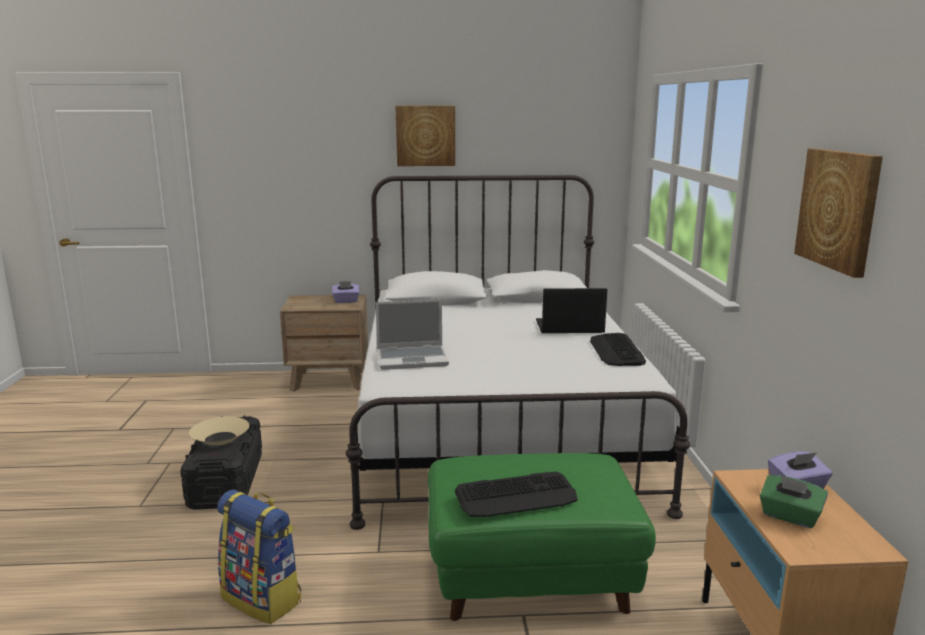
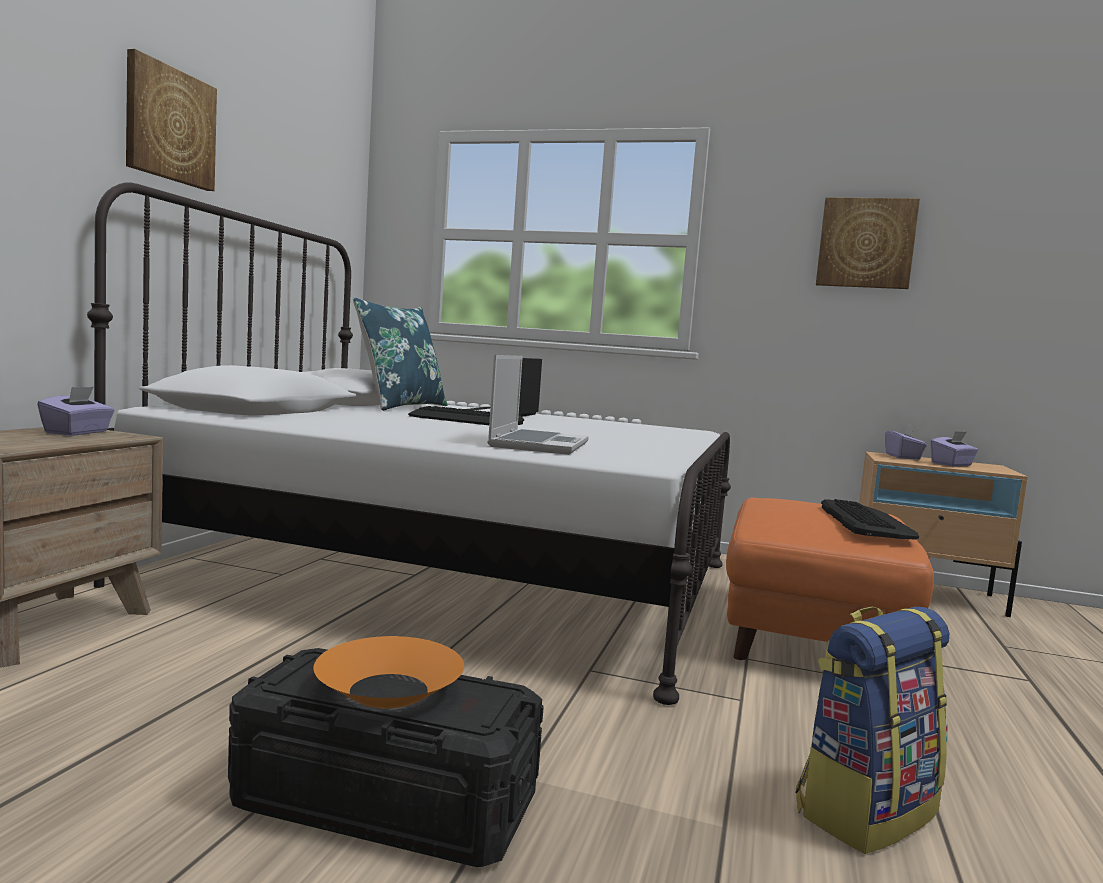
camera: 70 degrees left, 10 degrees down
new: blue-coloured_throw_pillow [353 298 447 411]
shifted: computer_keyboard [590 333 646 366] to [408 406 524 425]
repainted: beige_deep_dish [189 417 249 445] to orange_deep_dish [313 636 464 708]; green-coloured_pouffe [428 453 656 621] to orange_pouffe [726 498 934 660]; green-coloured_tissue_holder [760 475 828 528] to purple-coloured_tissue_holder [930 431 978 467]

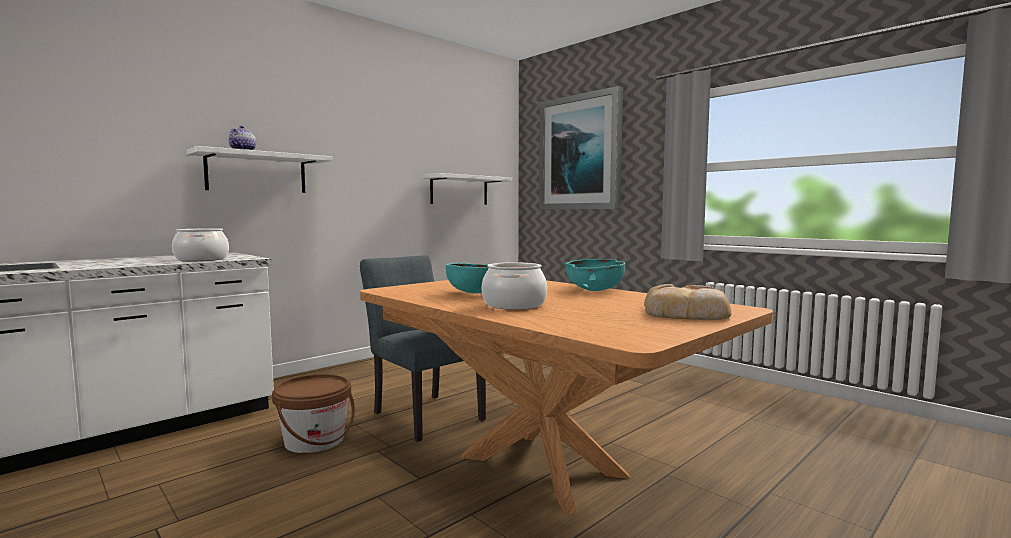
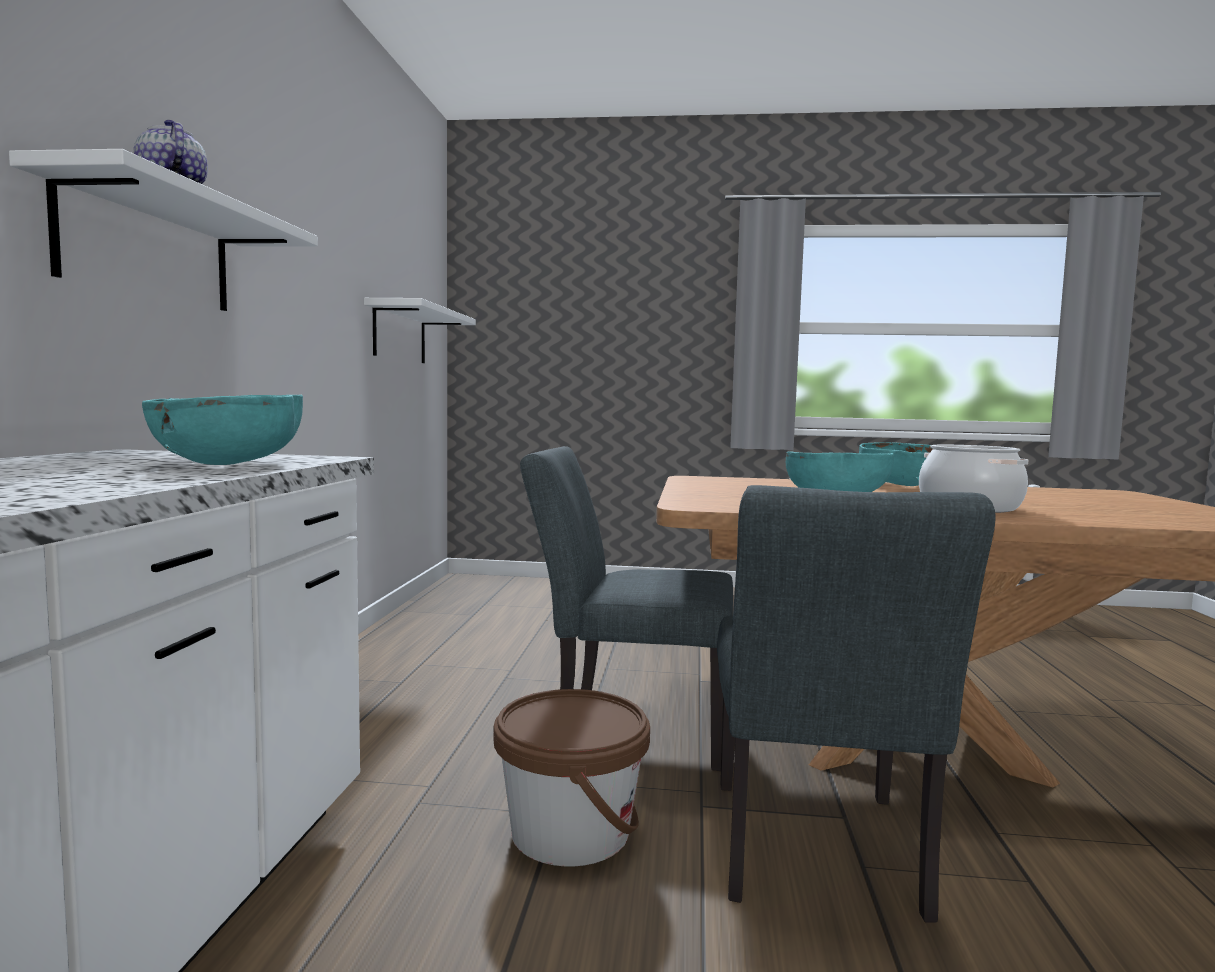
camera: 40 degrees left, 0 degrees up
gone: wall_picture [539 86 623 209]; bakery_bread [644 284 732 320]
new: greyish_chair [717 485 995 923]
swapped: cooking_pot [172 228 229 261] to turquoise_deep_dish [142 395 303 465]

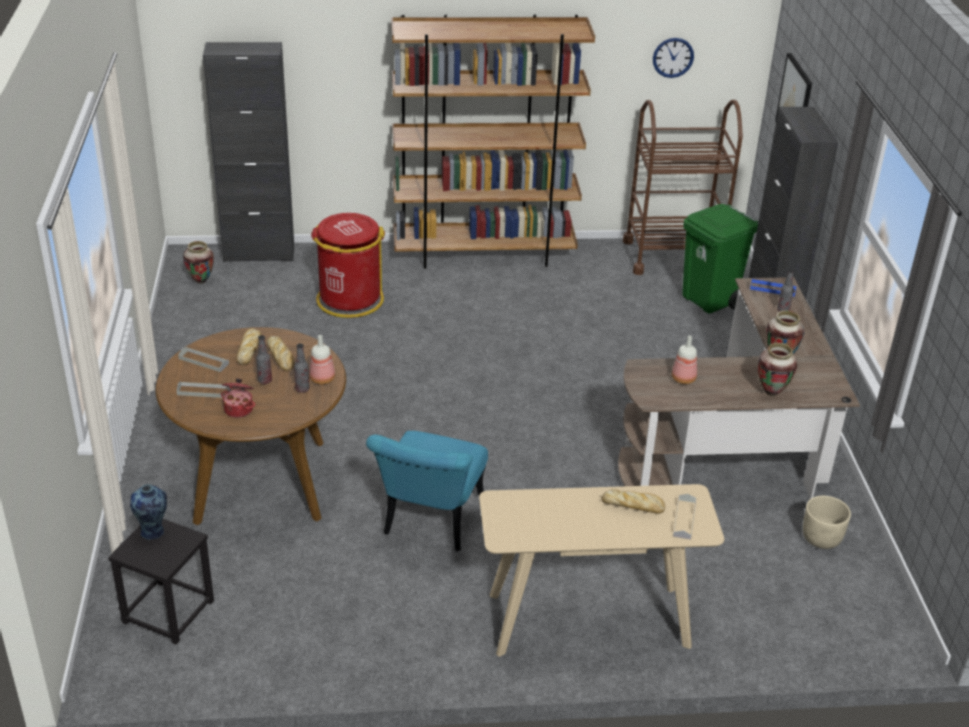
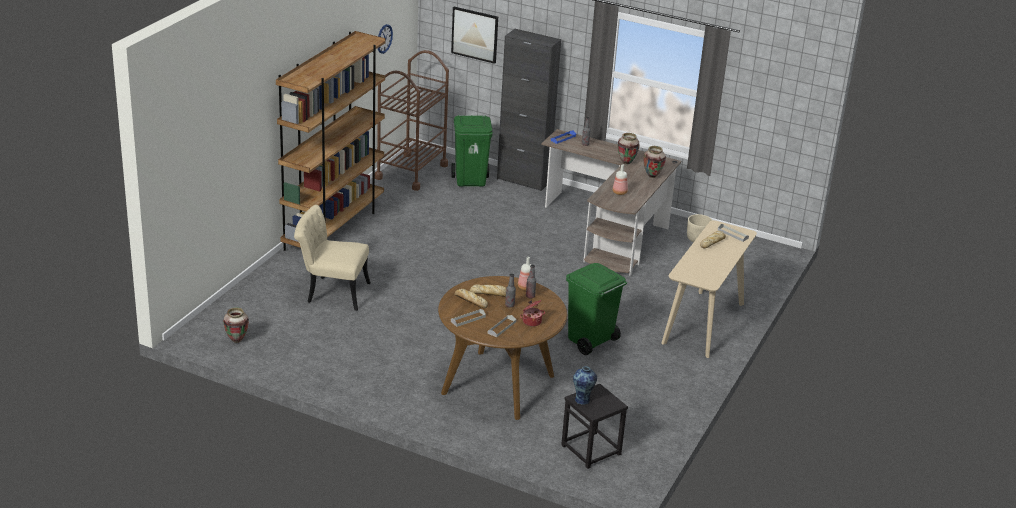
camera: 60 degrees left, 5 degrees down
gone: black-coloured_cupboard [203 42 294 262]
swapped: red-coloured_rubbish_bin [311 213 385 318] to beige_chair [294 205 371 311]; turquoise_chair [366 431 488 551] to green-coloured_rubbish_bin [566 263 627 355]

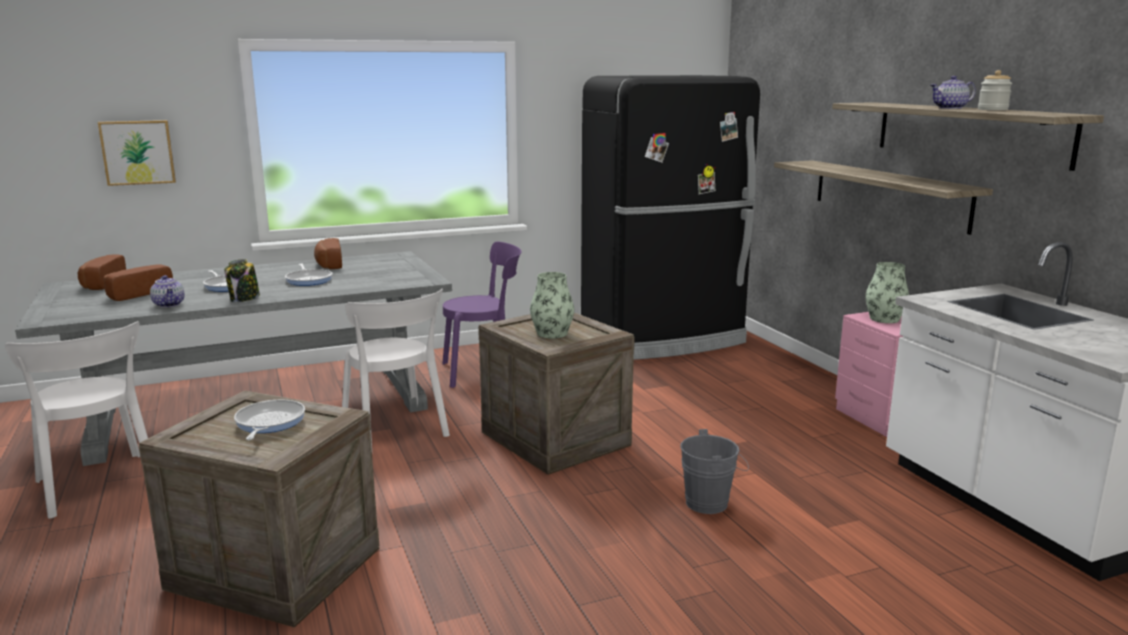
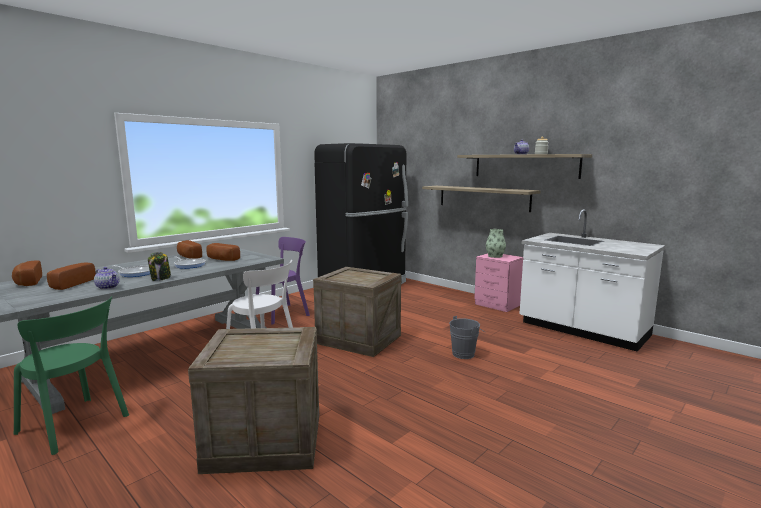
camera: 25 degrees left, 5 degrees down
gone: wall_picture [98 120 176 186]; skillet [234 400 305 440]; flower_vase [530 272 574 339]
new: bakery_bread [206 243 240 261]
repainted: white_chair [5 321 148 519] to green-coloured_chair [14 296 129 455]

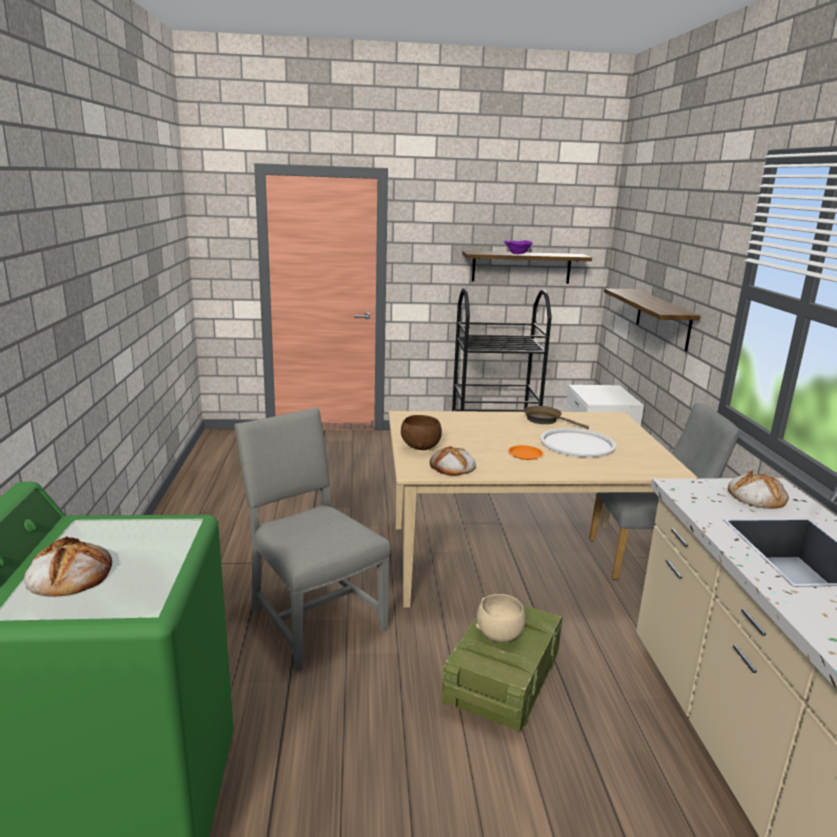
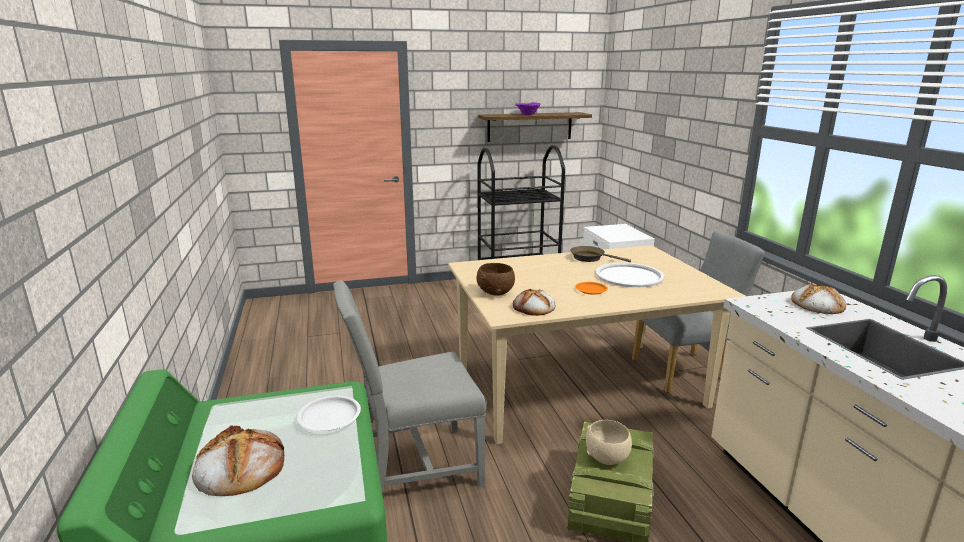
camera: 10 degrees left, 0 degrees up
gone: bracket_shelf [604 288 701 351]
new: white_plate [297 396 361 431]
rotated: greyish_chair [234 407 391 672] = [333 280 487 493] 60 degrees counterclockwise

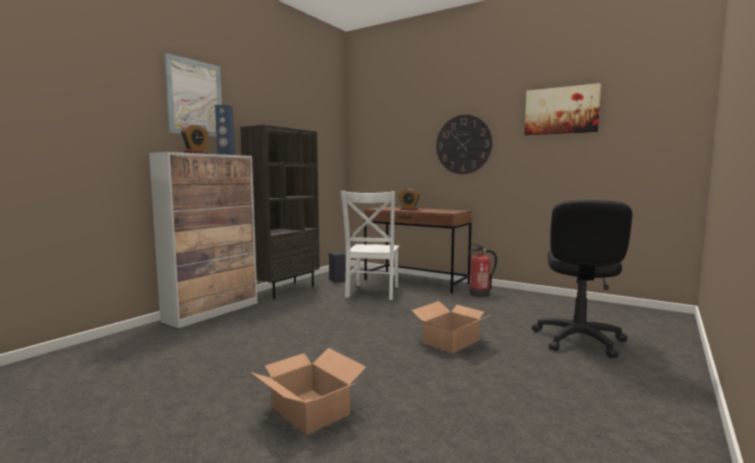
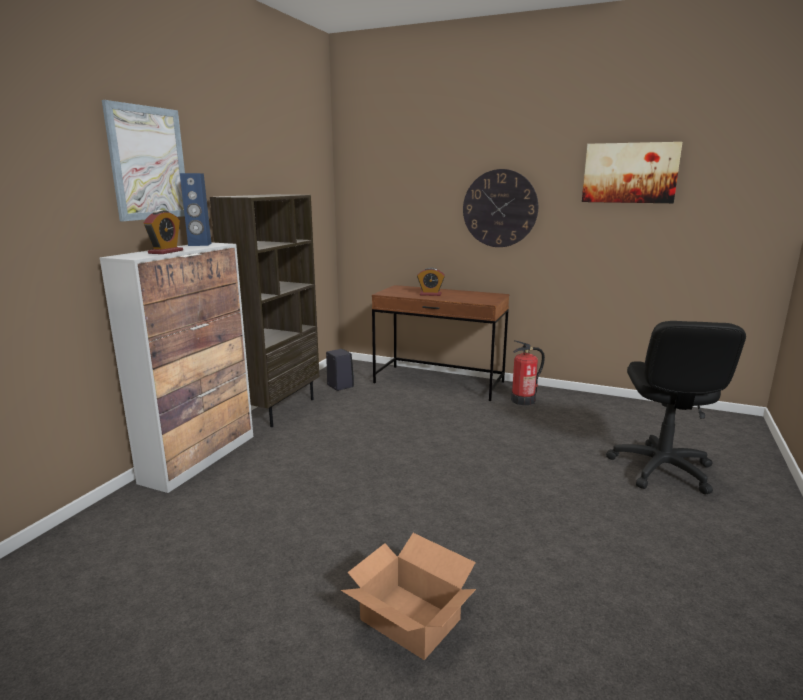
camera: 10 degrees left, 10 degrees up
gone: white_chair [340 191 399 300]; carton [411 301 493 353]

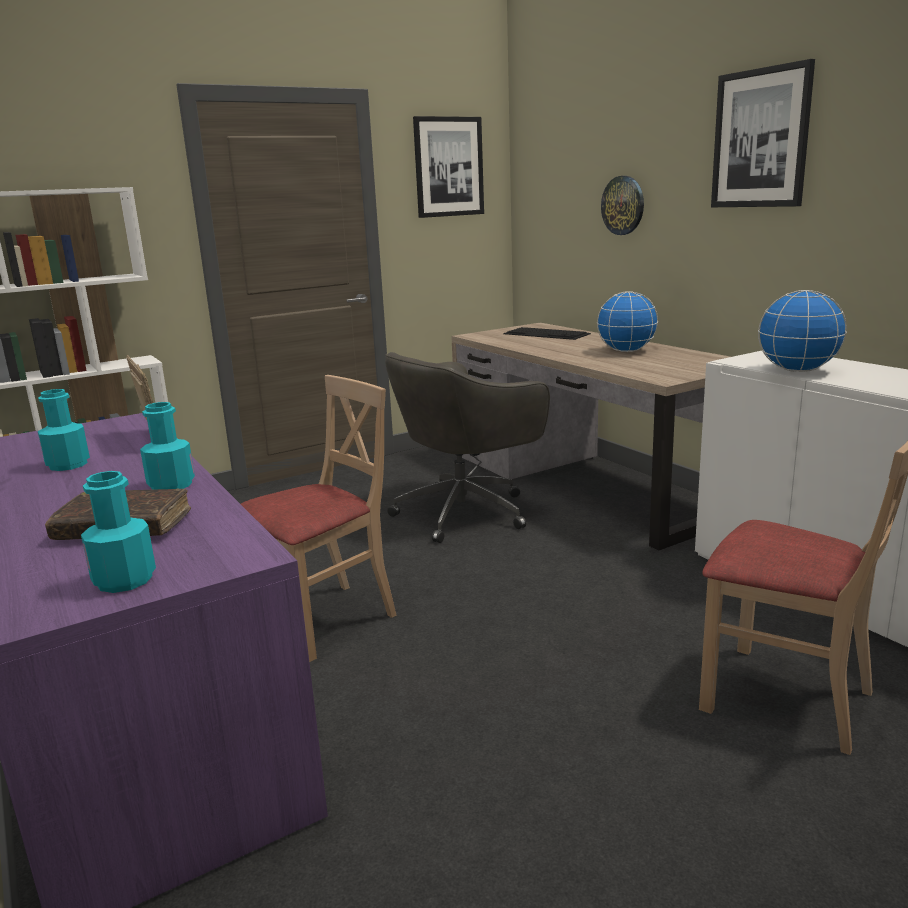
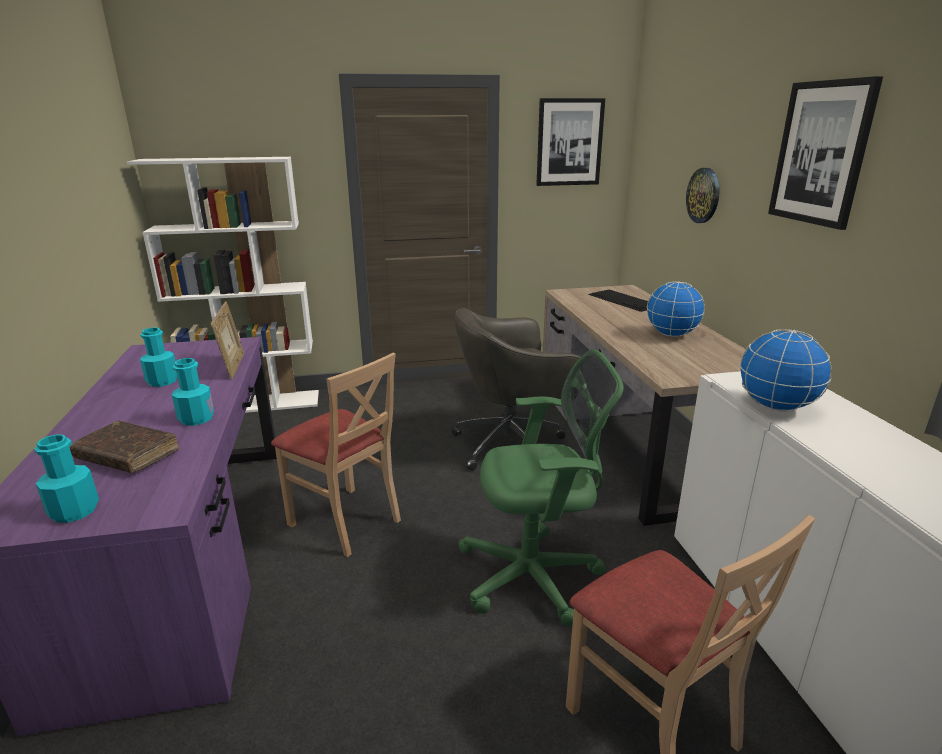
camera: 20 degrees right, 5 degrees up
new: green-coloured_computer_chair [458 349 624 627]
rotated: beige_chair [241 375 397 662] = [271 353 401 557] 60 degrees clockwise

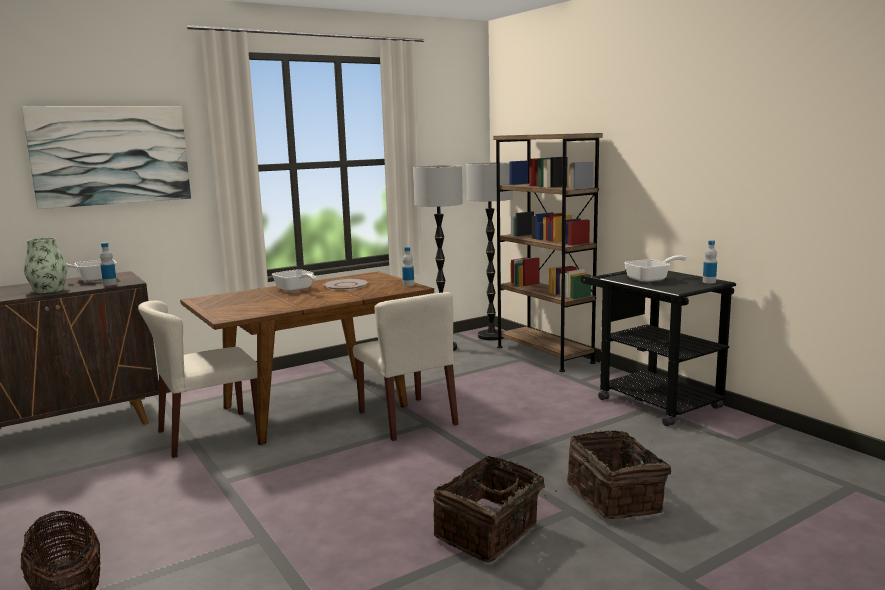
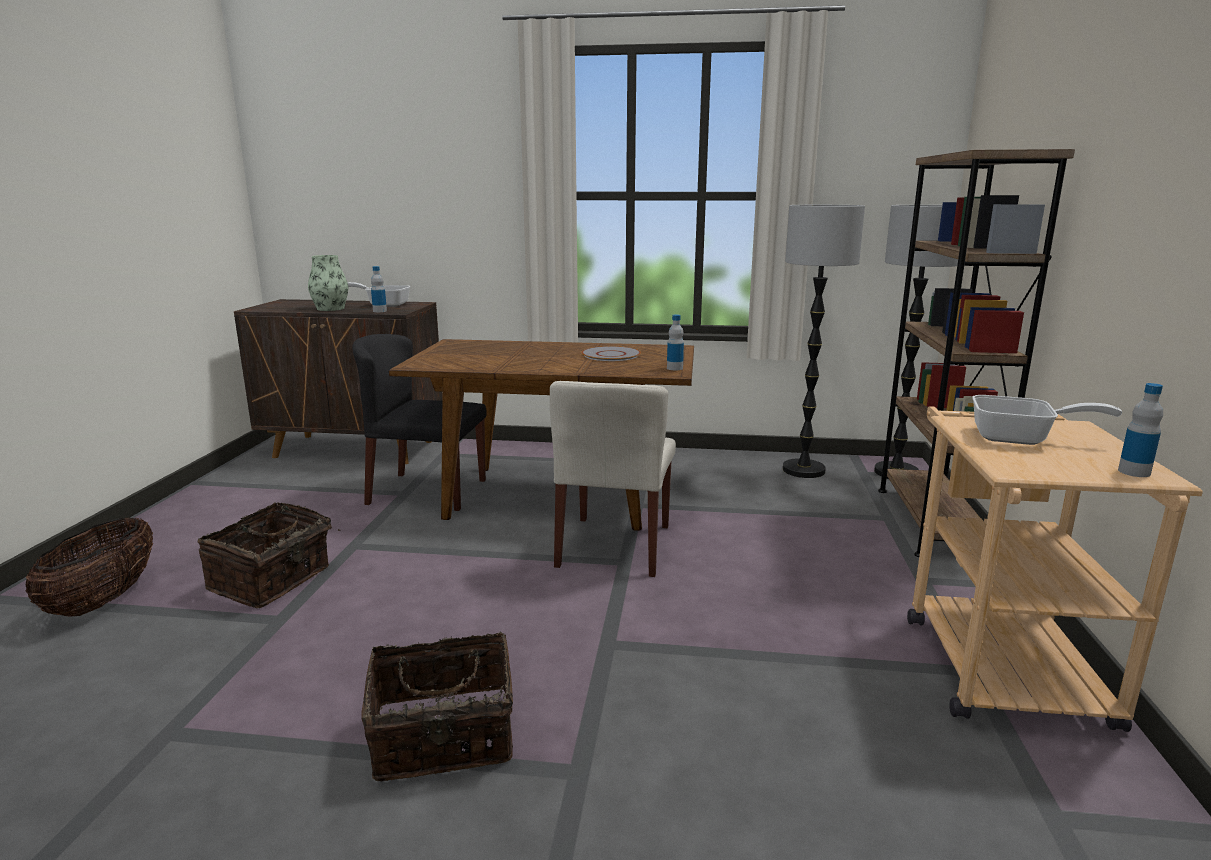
camera: 40 degrees right, 5 degrees up
gone: wall_picture [22 106 191 209]; skillet [272 269 316 292]
shifted: storage_basket [567 430 671 519] to [198 502 339 608]
repainted: beige_chair [138 301 258 458] to black-coloured_chair [352 334 487 511]; black-coloured_wheeled_cart [581 269 736 426] to beige_wheeled_cart [907 406 1203 732]

